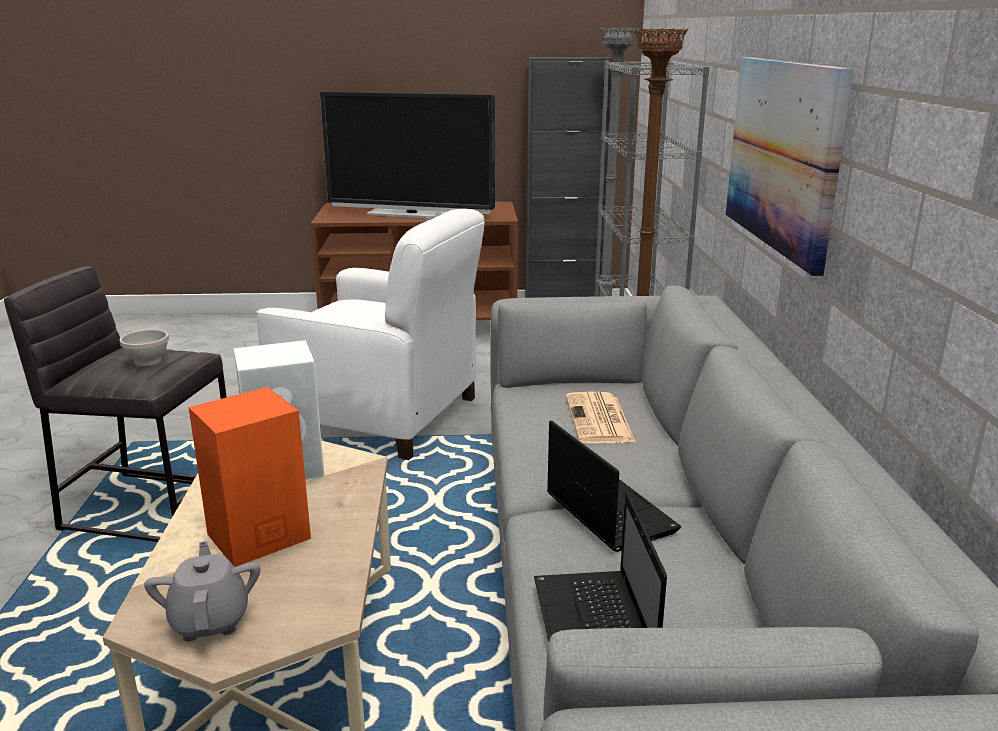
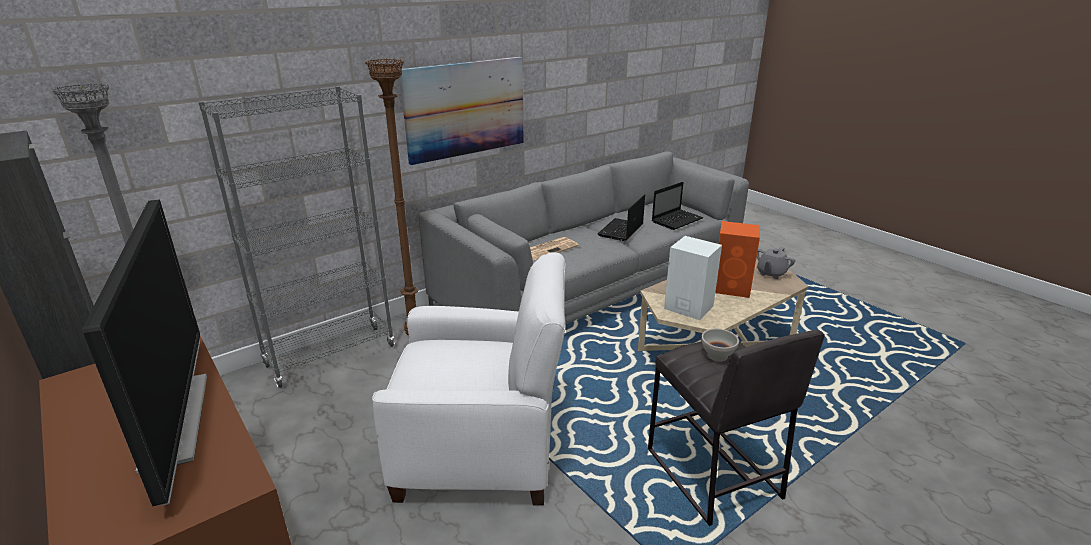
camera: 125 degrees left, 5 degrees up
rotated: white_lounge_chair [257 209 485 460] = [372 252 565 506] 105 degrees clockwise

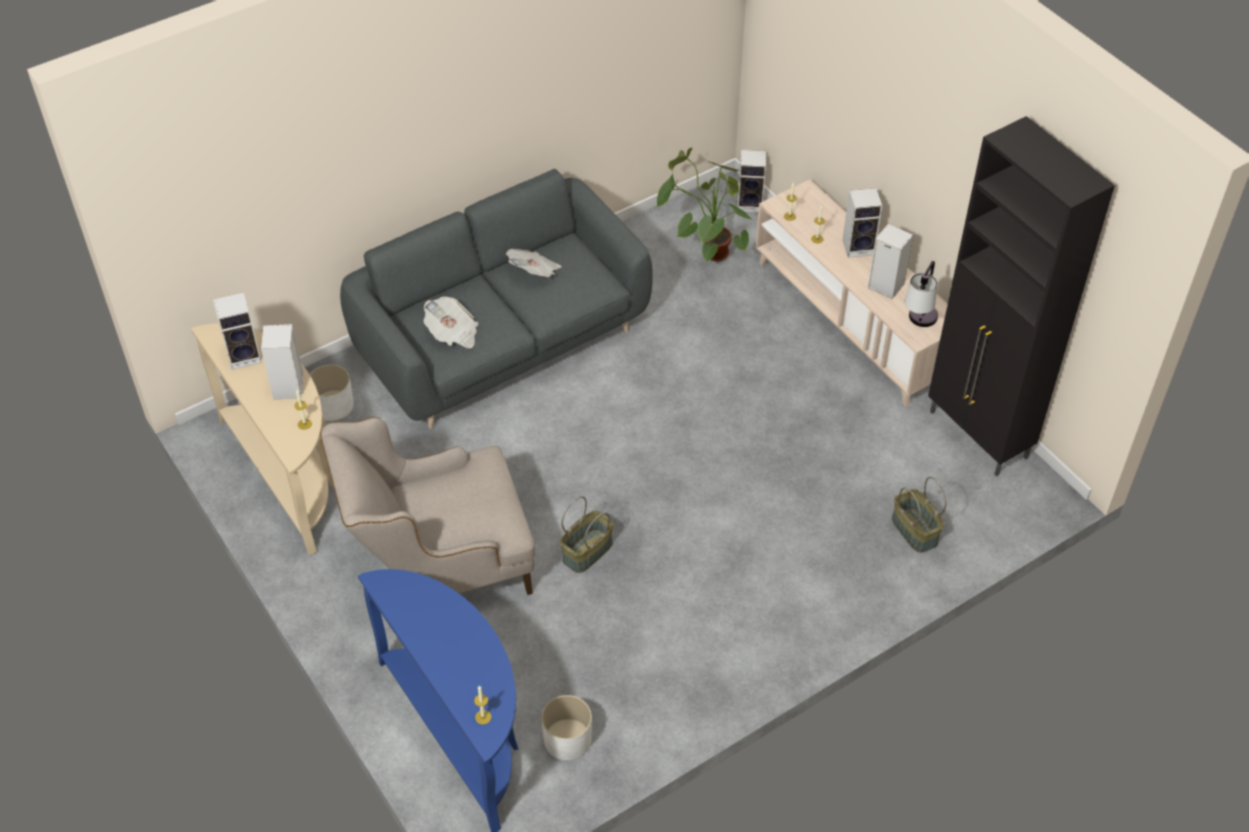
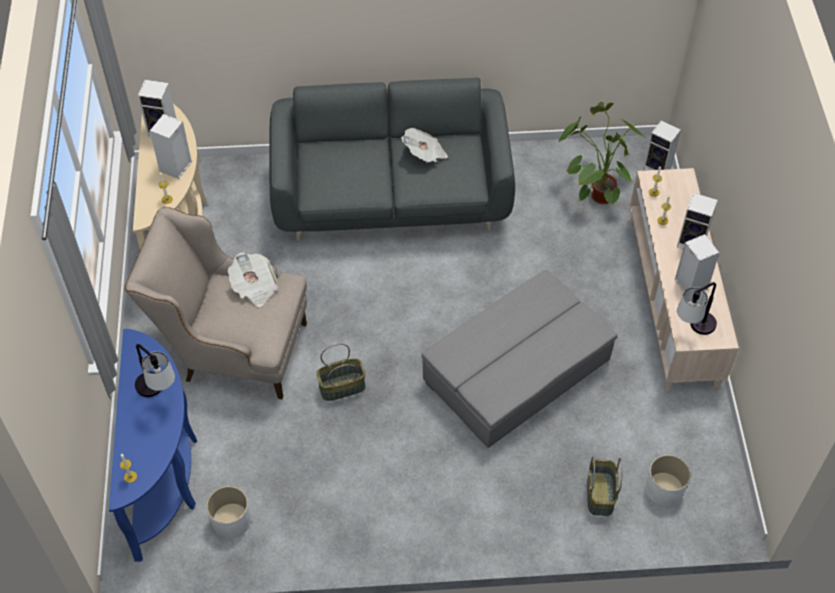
camera: 30 degrees right, 5 degrees up
gone: black-coloured_cupboard [928 116 1115 477]
new: tabletop_lamp [135 344 175 397]; greyish_pouffe [422 270 618 448]
shifted: white_plant_pot [309 364 354 421] to [646 455 691 506]; daily_paper [423 297 479 349] to [228 252 278 307]

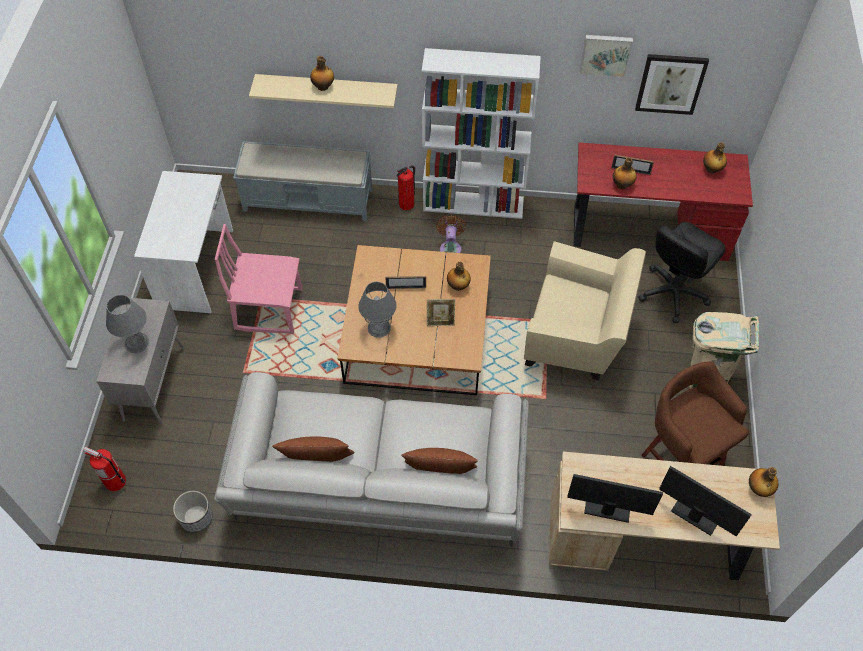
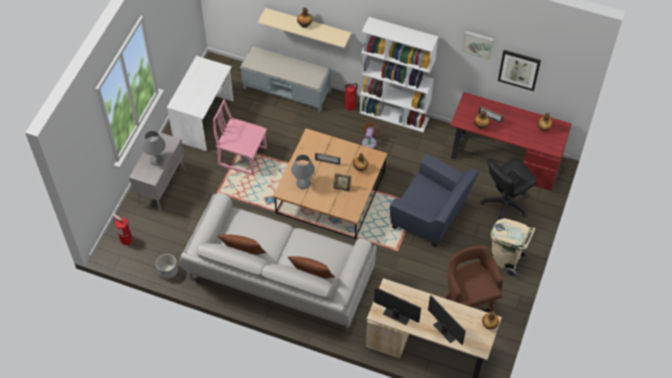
camera: 15 degrees right, 0 degrees up
repainted: beige_lounge_chair [524 241 646 380] to blue-coloured_lounge_chair [390 153 478 248]

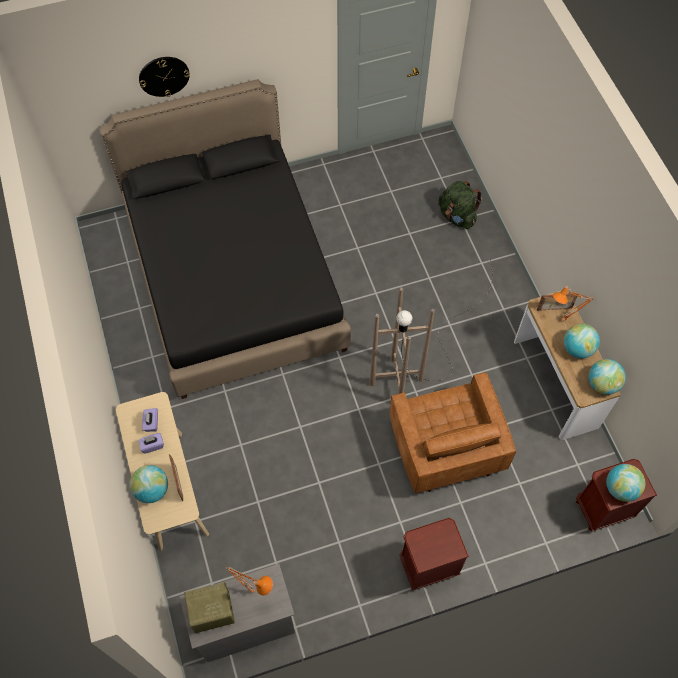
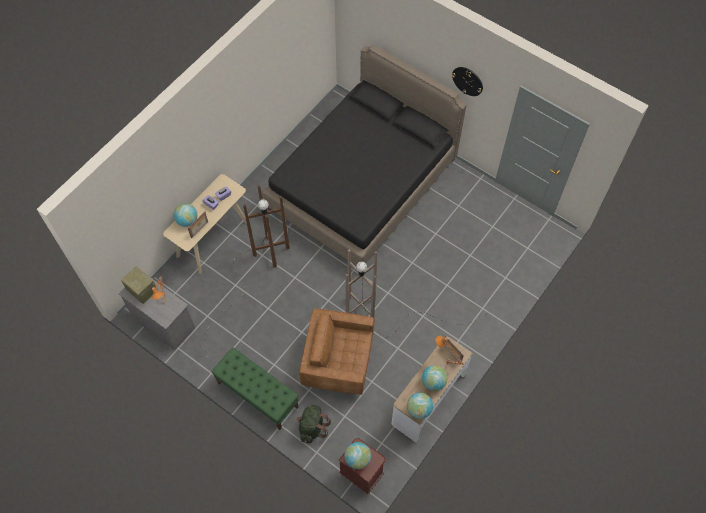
camera: 55 degrees right, 0 degrees up
new: brown-coloured_standard_lamp [205 185 290 355]
shifted: hanging_clock [139 57 190 97] to [452 67 483 96]; green-coloured_knapsack [438 181 482 229] to [296 405 331 443]
swapped: brown-coloured_night_table [399 518 469 591] to green-coloured_indoor_bench [212 347 299 430]
rotated: brown-coloured_lounge_chair [390 372 516 493] = [299 308 374 395] 60 degrees clockwise

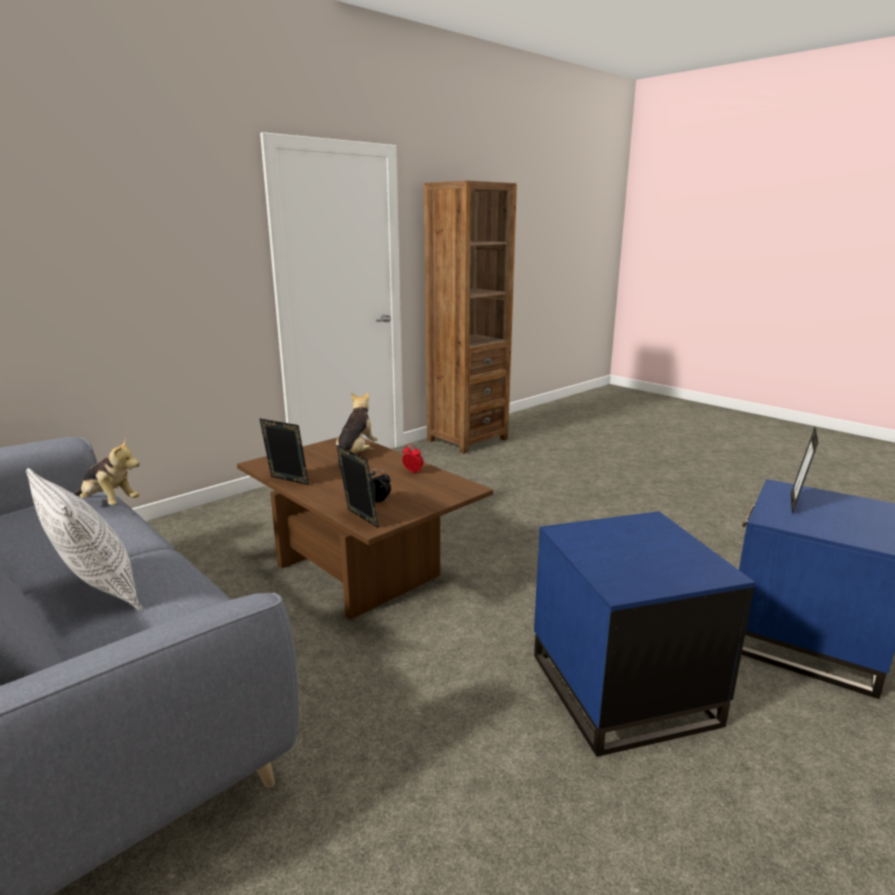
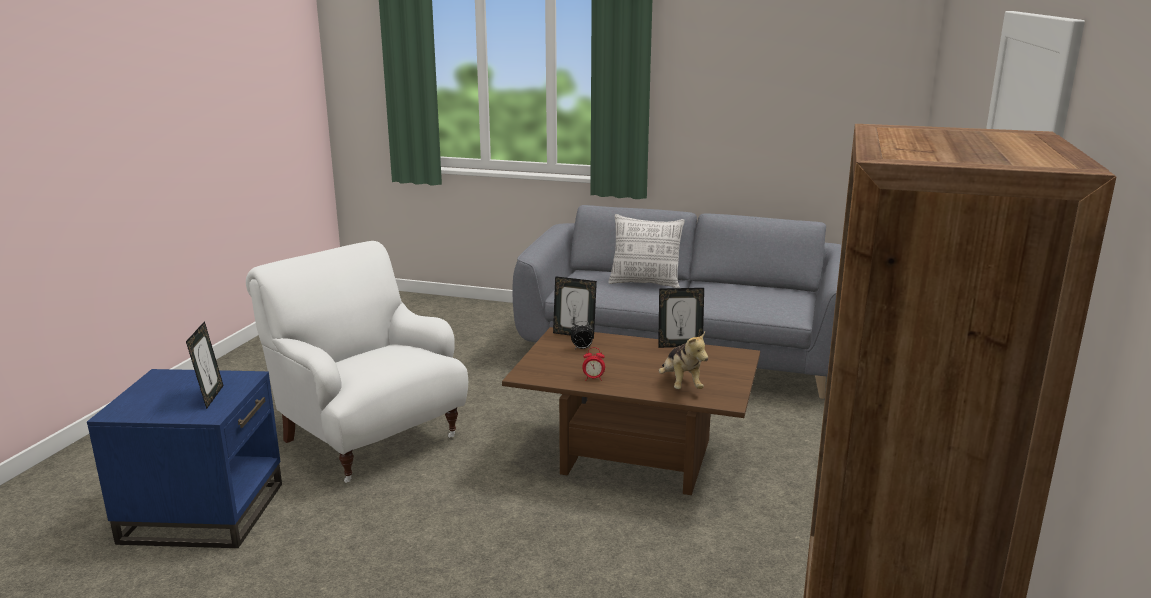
camera: 150 degrees right, 0 degrees up
gone: plush_toy [74 438 140 505]
swapped: blue-coloured_accent_table [534 511 755 757] to white_lounge_chair [246 241 468 483]

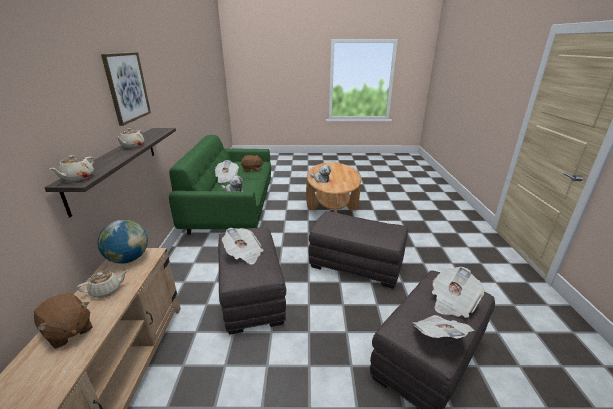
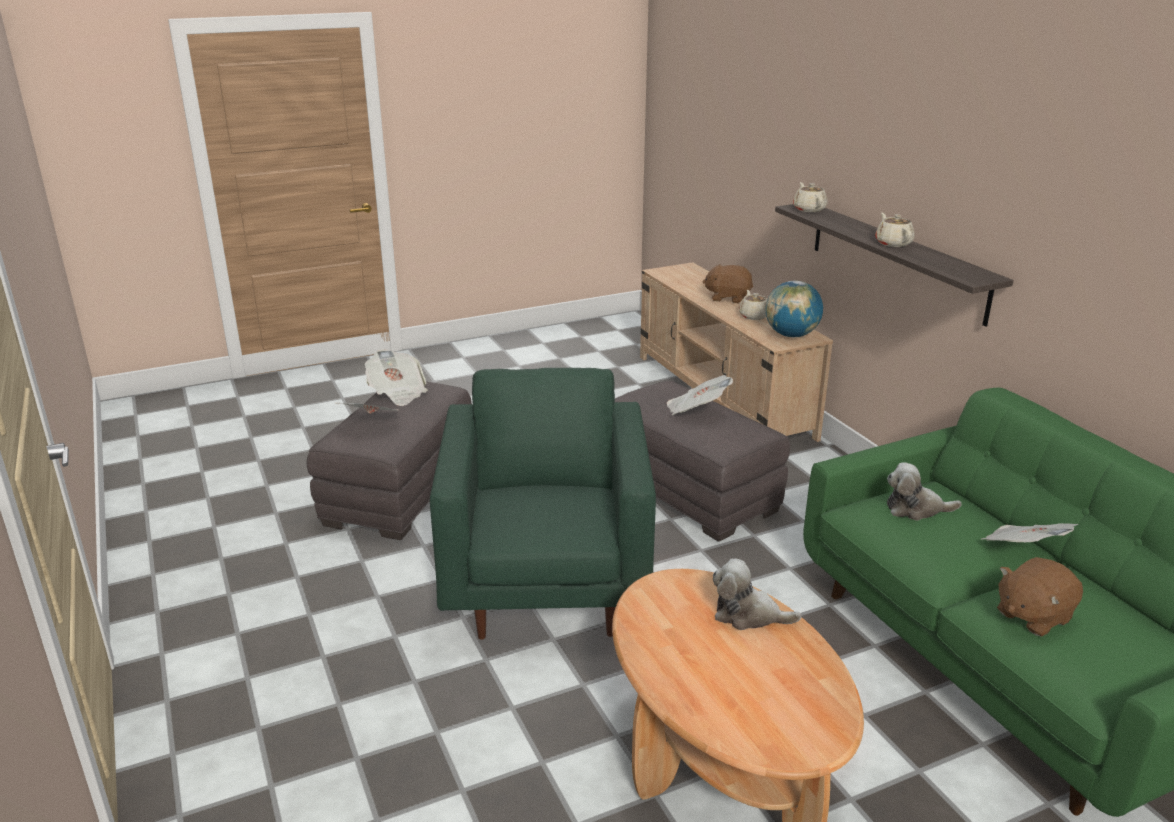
camera: 155 degrees right, 0 degrees up
gone: wall_picture [101 52 151 126]
swapped: greyish_pouffe [308 211 408 289] to green-coloured_lounge_chair [430 368 656 640]
rotated: beige_tea_pot [77 270 128 298] = [739 290 767 320] 135 degrees clockwise

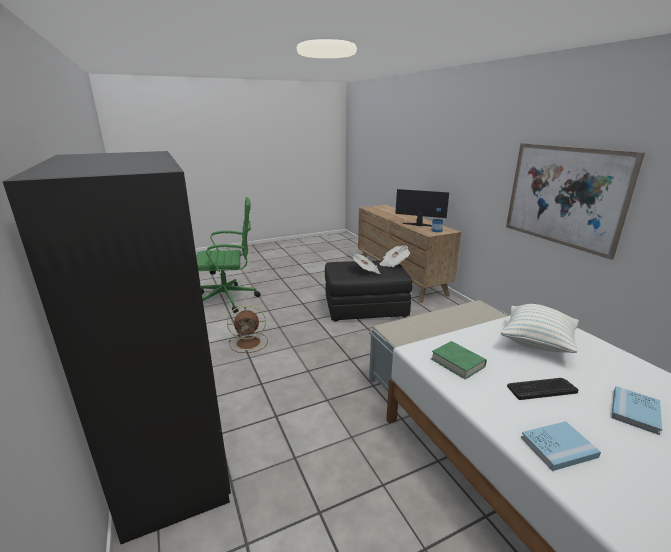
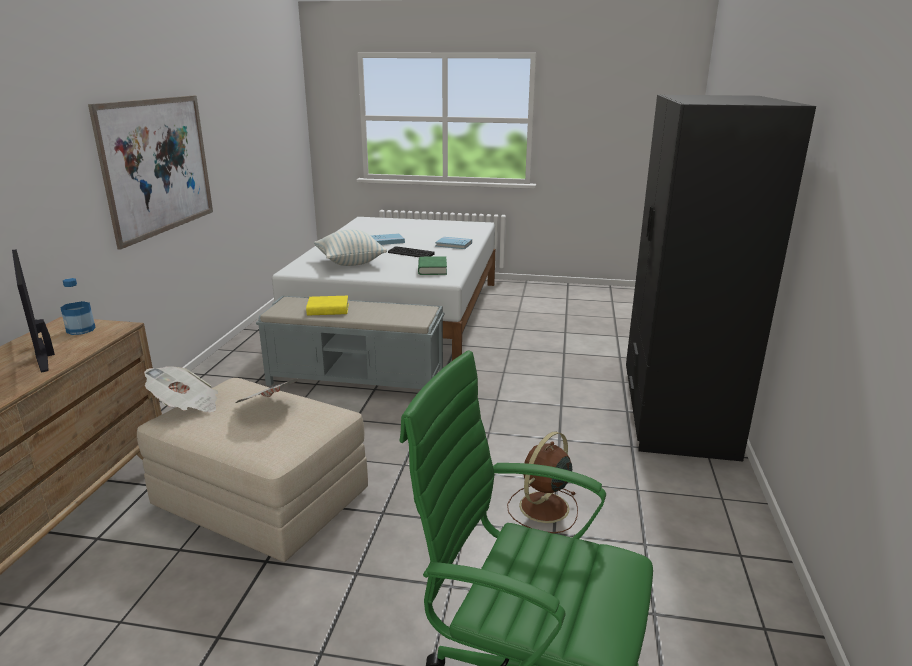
camera: 145 degrees left, 0 degrees up
new: yellow_volume [306 296 349 316]
repainted: black-coloured_pouffe [325 260 413 321] to beige_pouffe [137 378 368 562]
rotated: brown-coloured_cooling_fan [227 305 268 353] = [507 431 578 533] 75 degrees counterclockwise

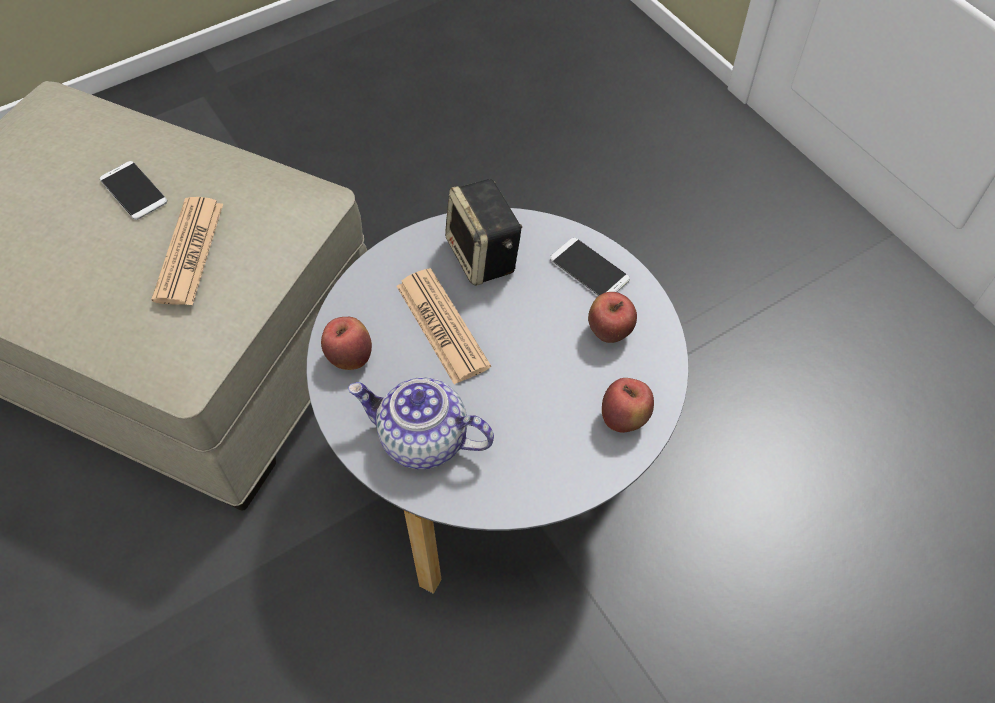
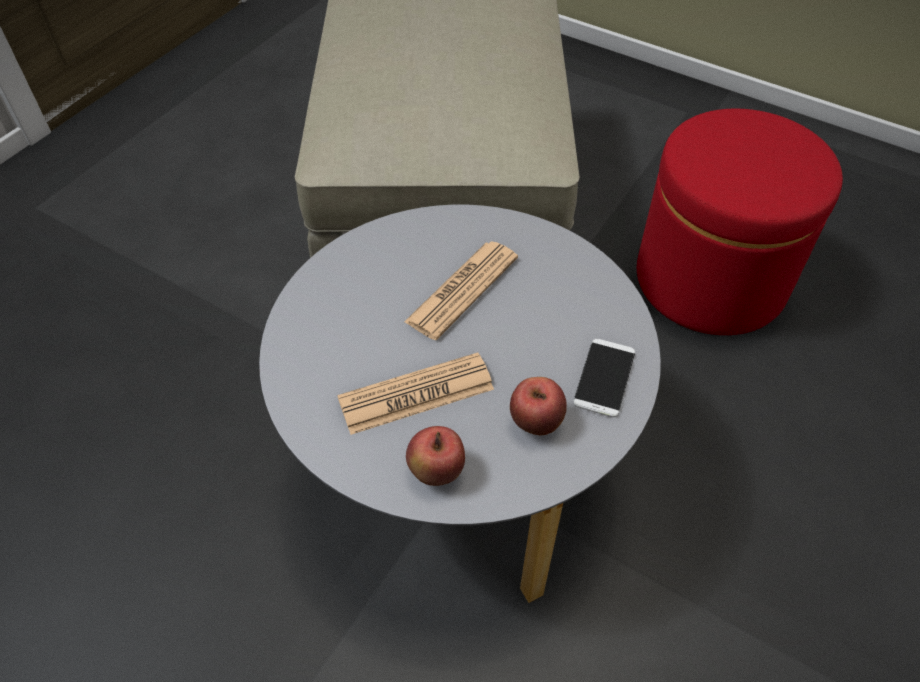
camera: 65 degrees right, 5 degrees down
gone: telephone [100 161 167 220]; apple_fruit [321 317 372 370]; tea_pot [348 377 494 469]; loudspeaker [445 179 522 286]
new: red-coloured_pouffe [637 109 843 335]
shifted: daily_paper [151 197 223 305] to [337 352 494 435]

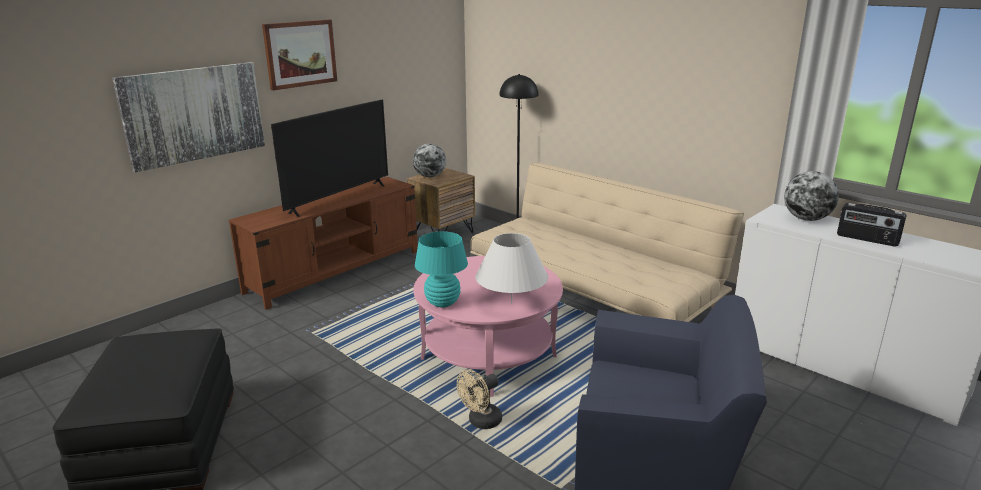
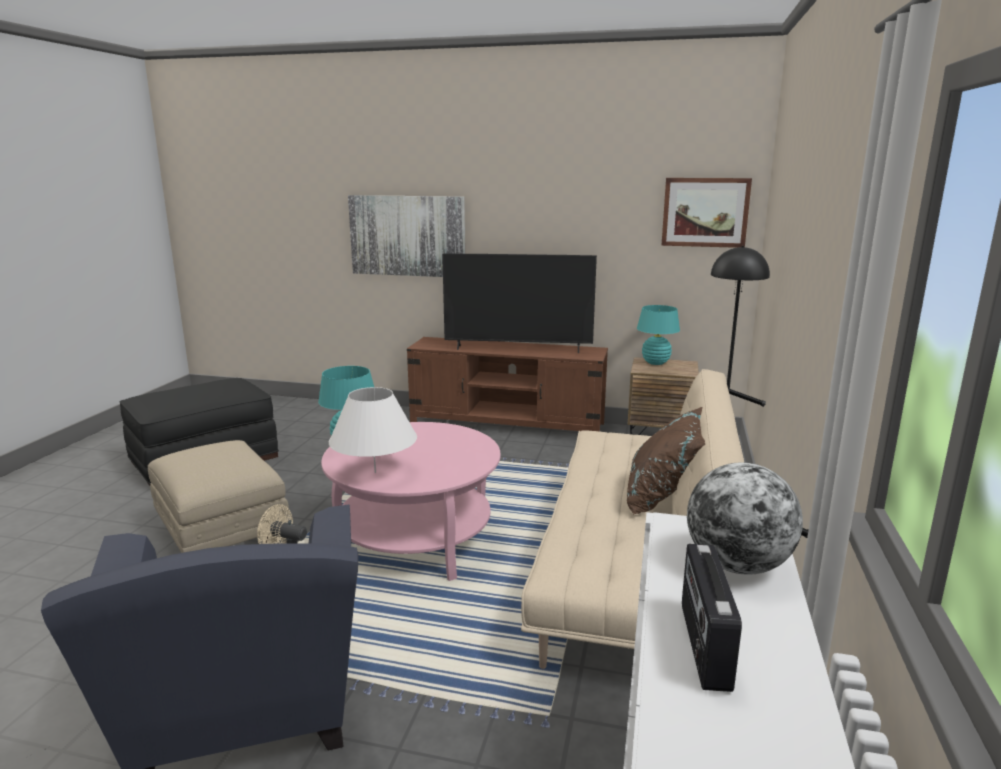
camera: 60 degrees right, 5 degrees down
new: beige_pouffe [148 440 289 553]; brown-coloured_throw_pillow [627 407 705 515]
shifted: wall_picture [262 20 337 90] to [661 178 752 248]
swapped: world_globe [413 144 446 177] to turquoise_tabletop_lamp [637 305 680 365]

